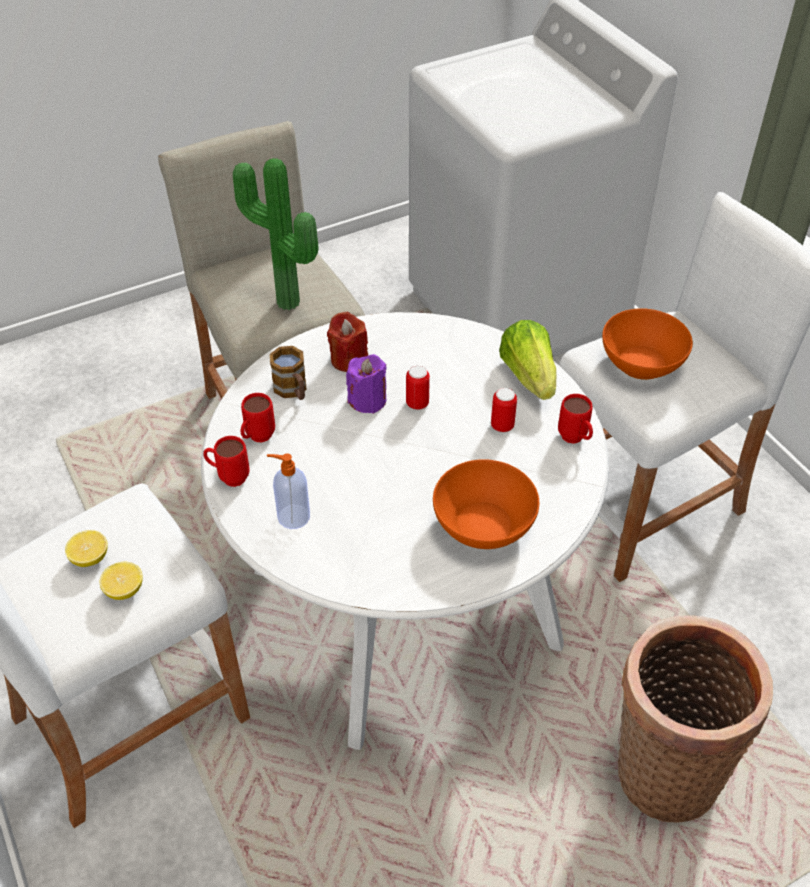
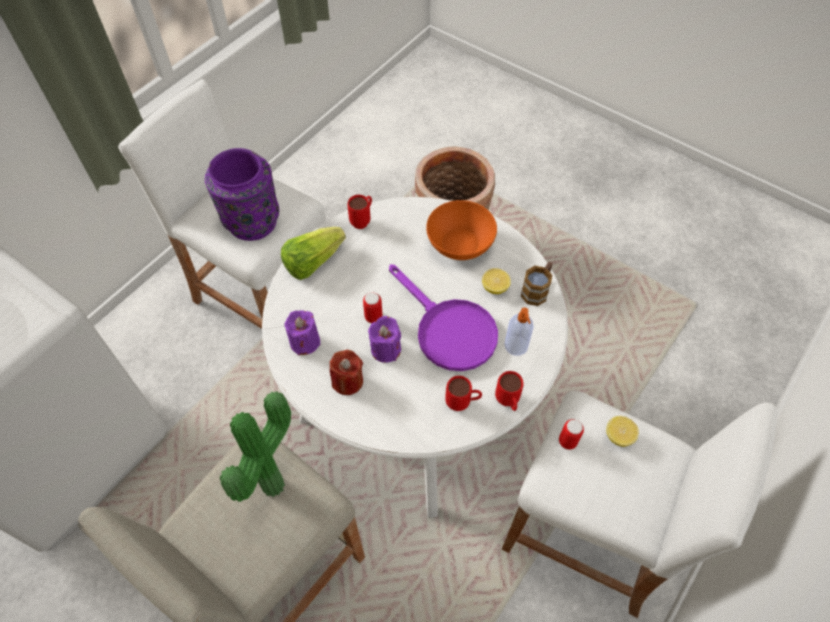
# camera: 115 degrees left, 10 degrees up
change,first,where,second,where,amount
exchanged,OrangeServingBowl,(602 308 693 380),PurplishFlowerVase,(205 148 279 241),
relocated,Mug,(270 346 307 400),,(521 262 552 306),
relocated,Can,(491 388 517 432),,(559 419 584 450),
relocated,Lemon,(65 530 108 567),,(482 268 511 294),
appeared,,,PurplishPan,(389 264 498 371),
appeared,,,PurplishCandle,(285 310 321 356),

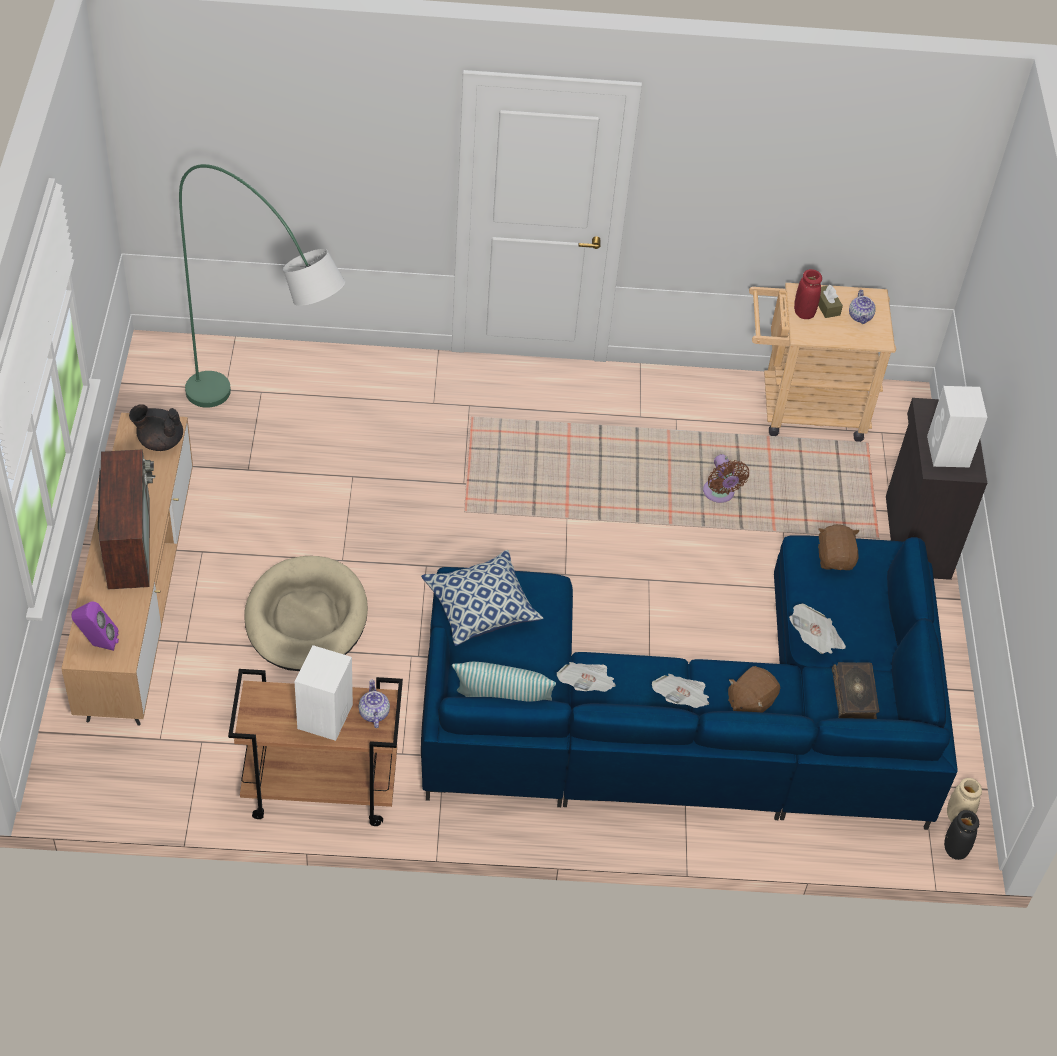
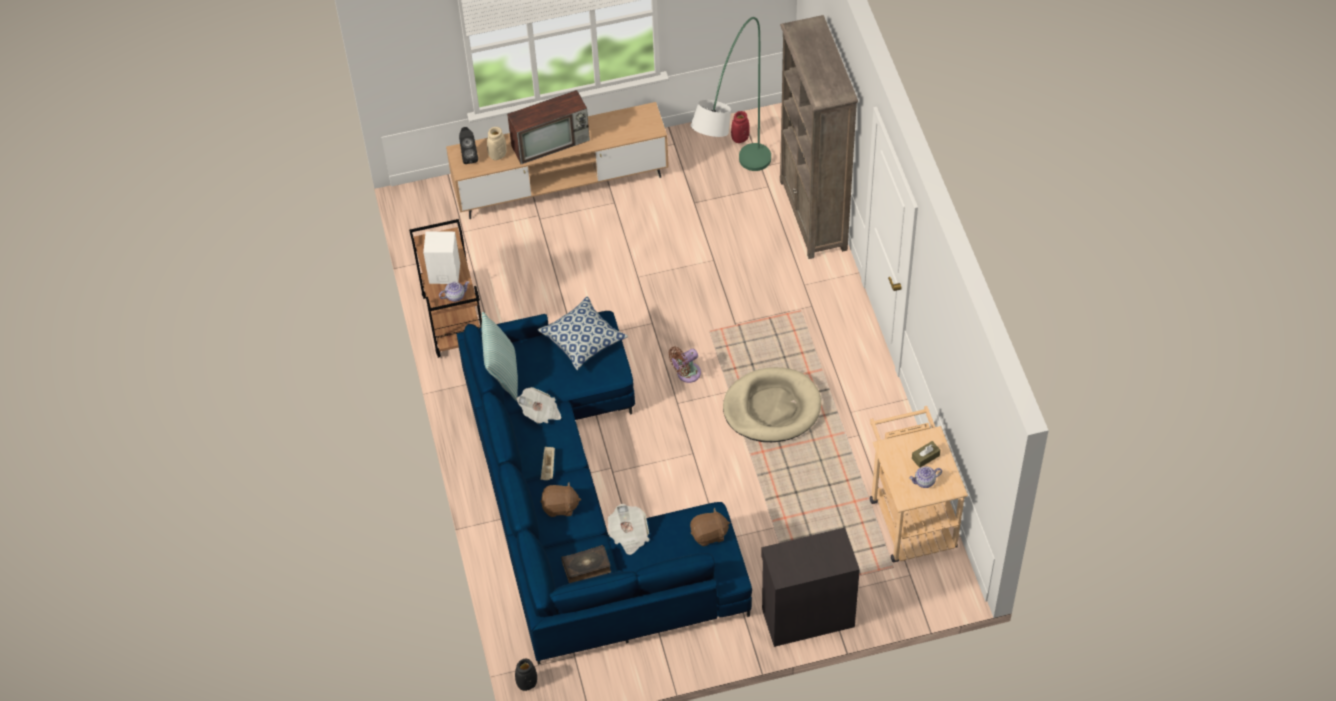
# camera: 80 degrees right, 5 degrees up
change,first,where,second,where,amount
relocated,RedFlowerVase,(794 269 822 319),,(731 111 750 143),
missing,WhitishSpeaker,(927 386 988 467),,,
missing,BlackishTeapot,(129 404 183 451),,,
relocated,BrownishCoolingFan,(703 454 749 503),,(668 347 701 383),
relocated,BeigeColouredDogCushion,(244 556 368 671),,(723 367 821 442),
colour,PurplishSpeaker,(71 601 119 651),BlackishSpeaker,(459 127 478 164),
spun,BrownishPlushToy,(728 666 780 713),,(540 482 581 517),150 degrees clockwise
exchanged,Newspaper,(652 674 709 708),BeigeColouredCarryingTray,(541 446 555 480),
relocated,BeigeColouredFlowerVase,(947 778 982 822),,(487 127 507 160),
appeared,,,BrownishBookshelf,(780 15 858 259),

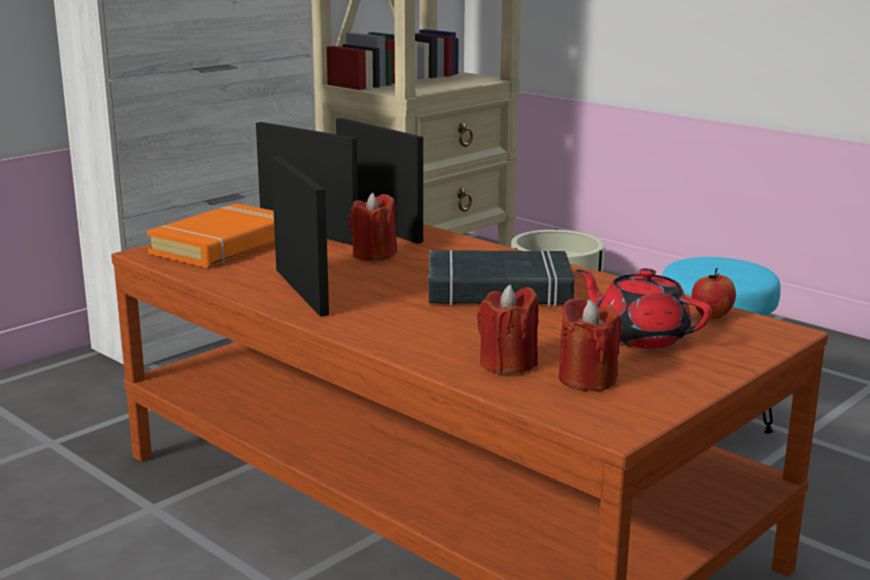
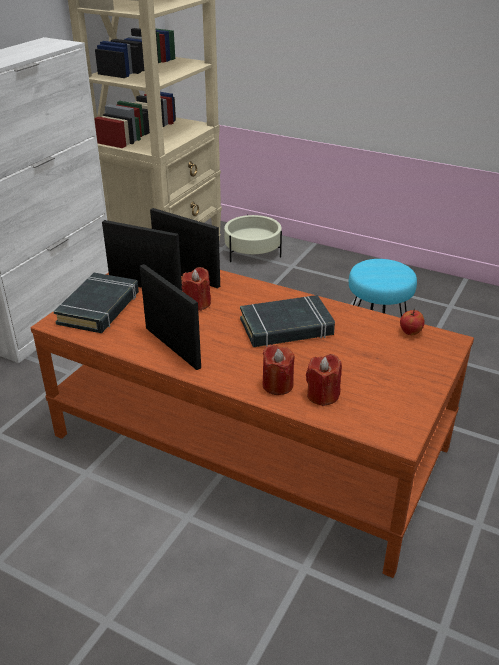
# camera: 15 degrees left, 15 degrees up
change,first,where,second,where,amount
colour,OrangeBook,(147 203 275 268),BlackishBook,(54 273 139 333),
missing,RedTeapot,(576 268 712 349),,,
relocated,RedCandle,(559 298 621 391),,(262 344 295 395),

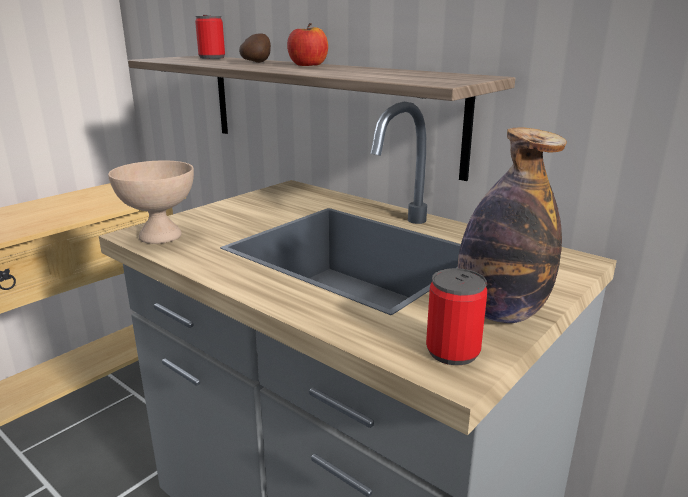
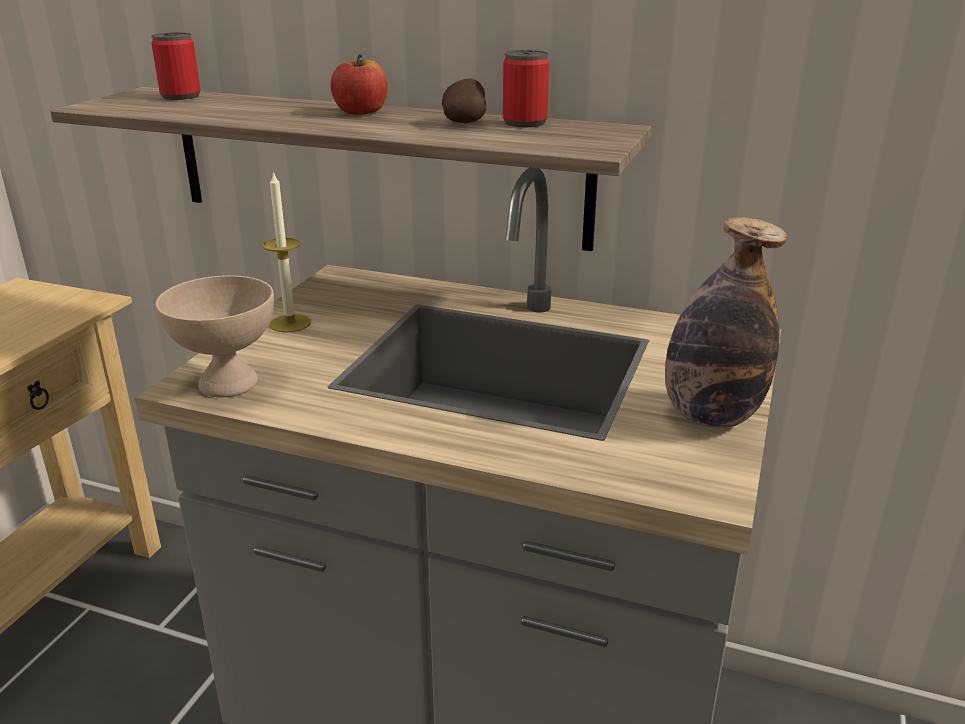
# camera: 20 degrees left, 5 degrees up
change,first,where,second,where,amount
relocated,Spud,(239 34 271 63),,(442 79 487 123),
relocated,Can,(426 268 487 365),,(503 50 549 127),
appeared,,,Candle,(263 171 311 333),

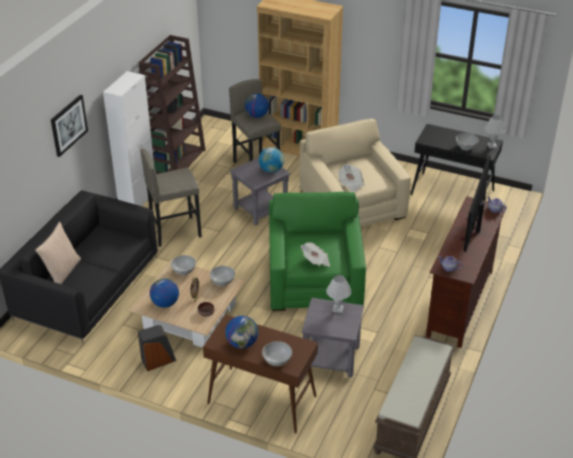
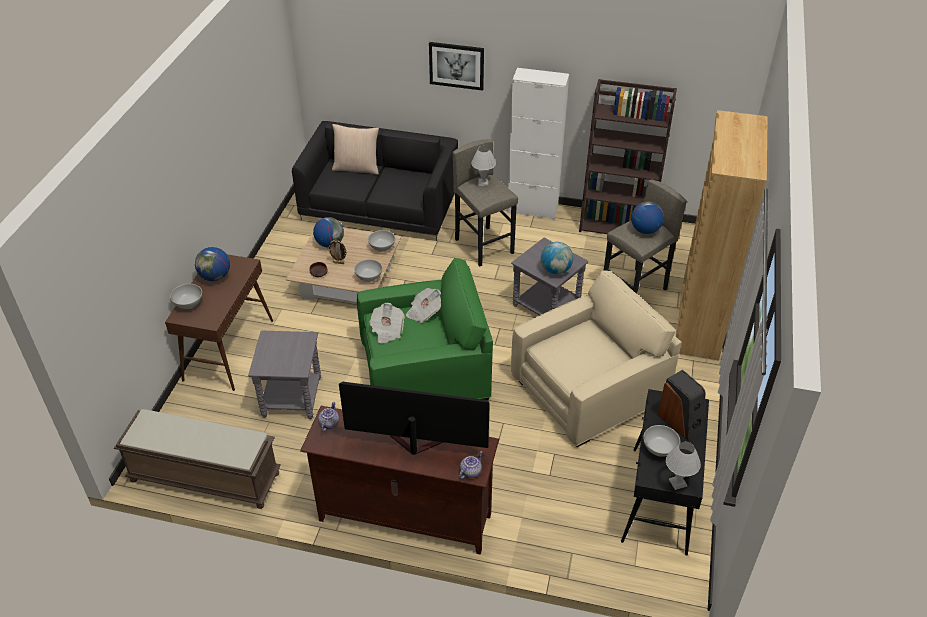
# camera: 80 degrees right, 5 degrees up
change,first,where,second,where,amount
relocated,Newspaper,(338 164 364 192),,(406 288 441 323),
relocated,WhitishLampForATable,(326 275 351 313),,(471 146 496 186),
relocated,Speaker,(138 325 176 371),,(658 370 705 440),

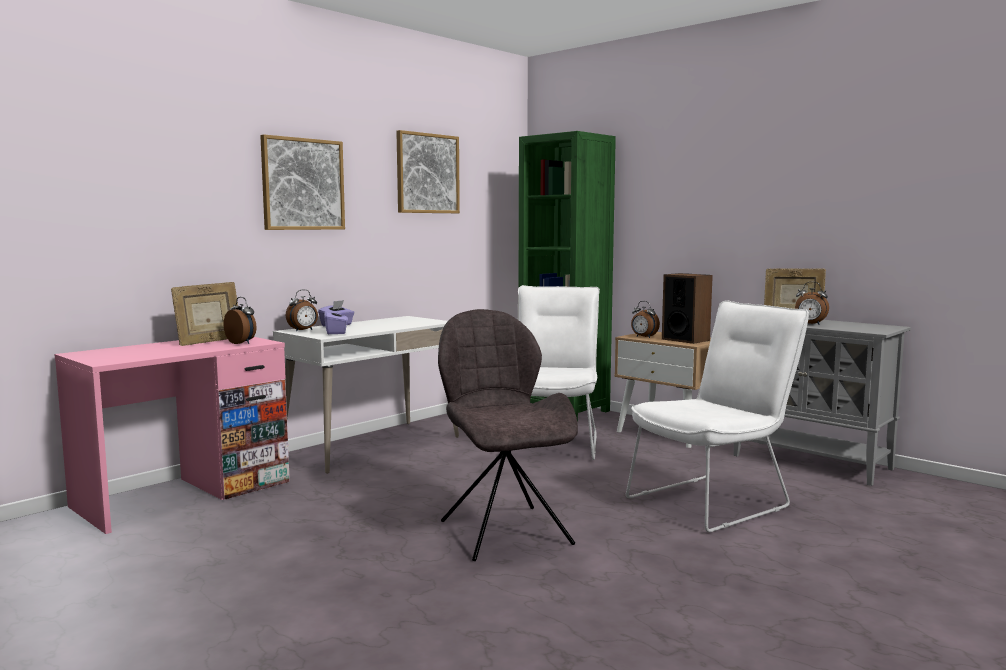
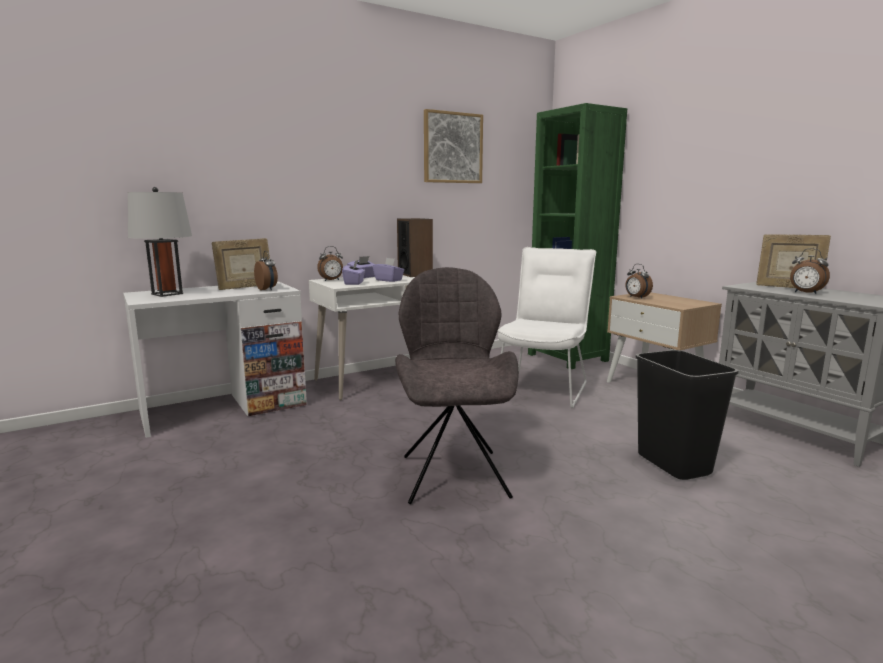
# camera: 15 degrees right, 5 degrees up
change,first,where,second,where,amount
missing,WallArt,(260 135 345 230),,,
relocated,Speaker,(662 273 713 344),,(397 218 433 277),
exchanged,WhitishUprightChair,(626 300 809 532),BlackishRubbishBin,(636 350 738 480),
colour,PinkishDeskTable,(54 337 290 534),WhitishDeskTable,(123 281 307 438),
appeared,,,GrayLampForATable,(128 187 192 297),
appeared,,,PurplishTissueHolder,(373 258 404 282),

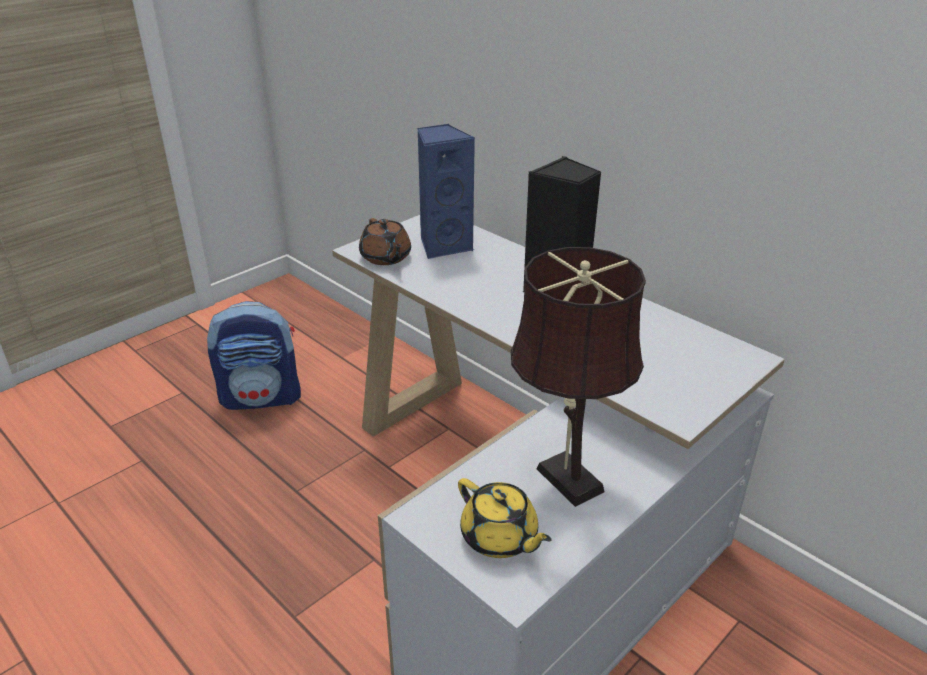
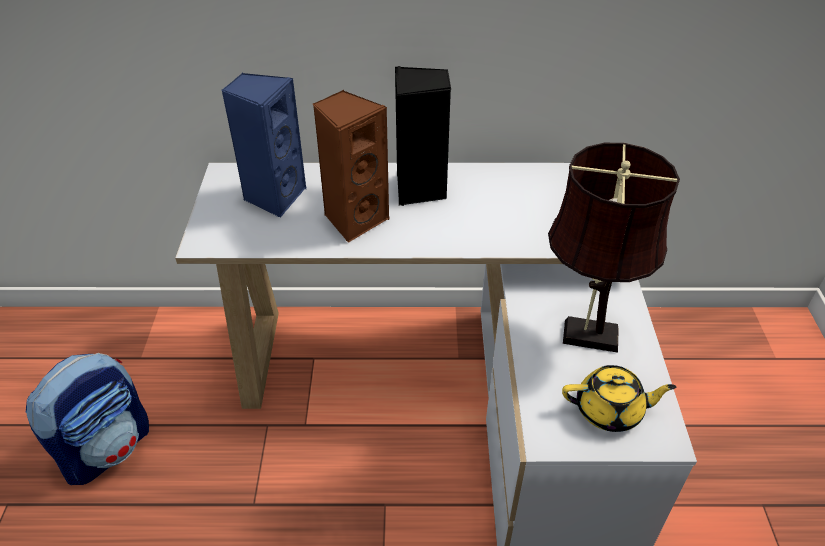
# camera: 45 degrees left, 10 degrees up
change,first,where,second,where,amount
missing,BrownishTeapot,(359 218 411 265),,,
appeared,,,BrownishSpeaker,(313 90 390 243),

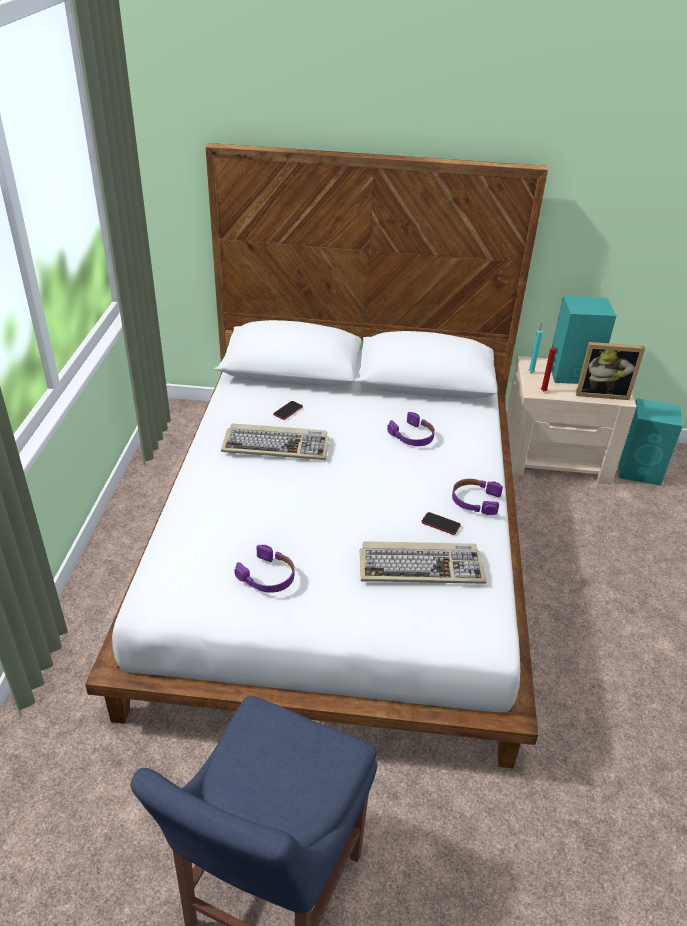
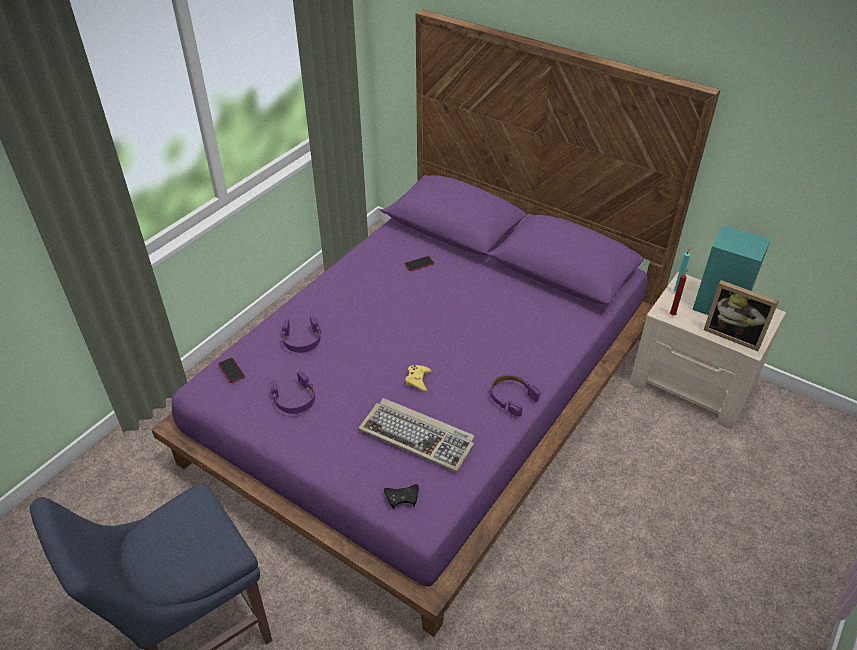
# camera: 30 degrees right, 5 degrees up
change,first,where,second,where,amount
colour,WhitishBed,(85 143 548 768),PurplishBed,(151 10 720 637),
missing,BlueGreenSpeaker,(618 398 683 486),,,
relocated,PurplishHeadphones,(387 412 435 446),,(282 315 321 353),
missing,PcKeyboard,(221 423 329 460),,,
relocated,Telephone,(421 512 461 535),,(218 358 245 383),
appeared,,,YellowishGamepad,(405 365 431 391),
appeared,,,BlackishGamepad,(384 484 419 509),

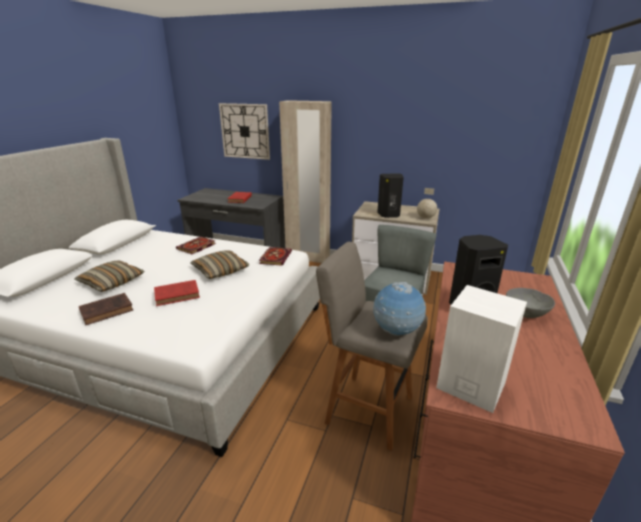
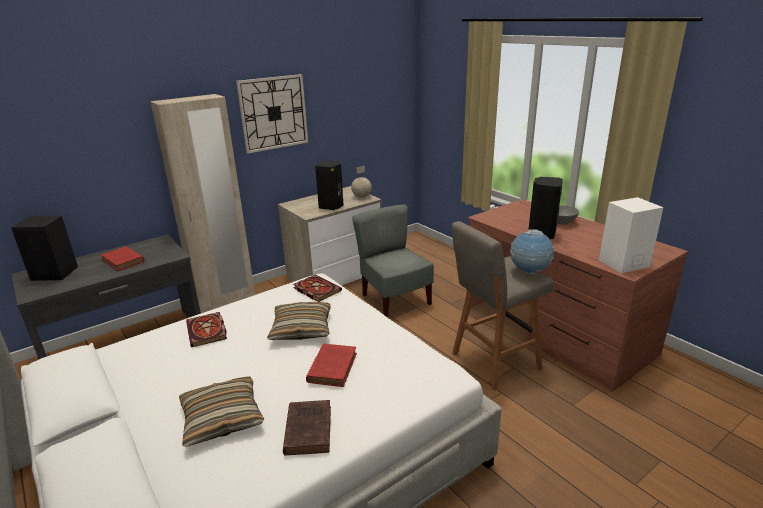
# camera: 55 degrees left, 0 degrees up
change,first,where,second,where,amount
relocated,HangingClock,(219 103 270 160),,(236 74 308 154),
appeared,,,BlackishSpeaker,(11 216 78 281),

